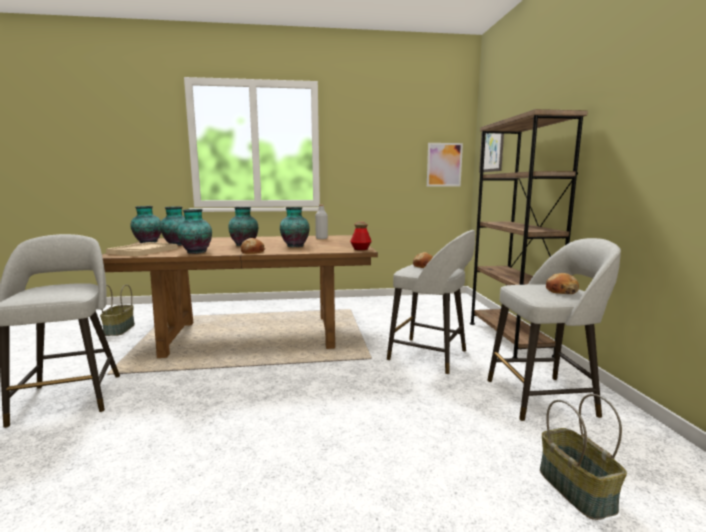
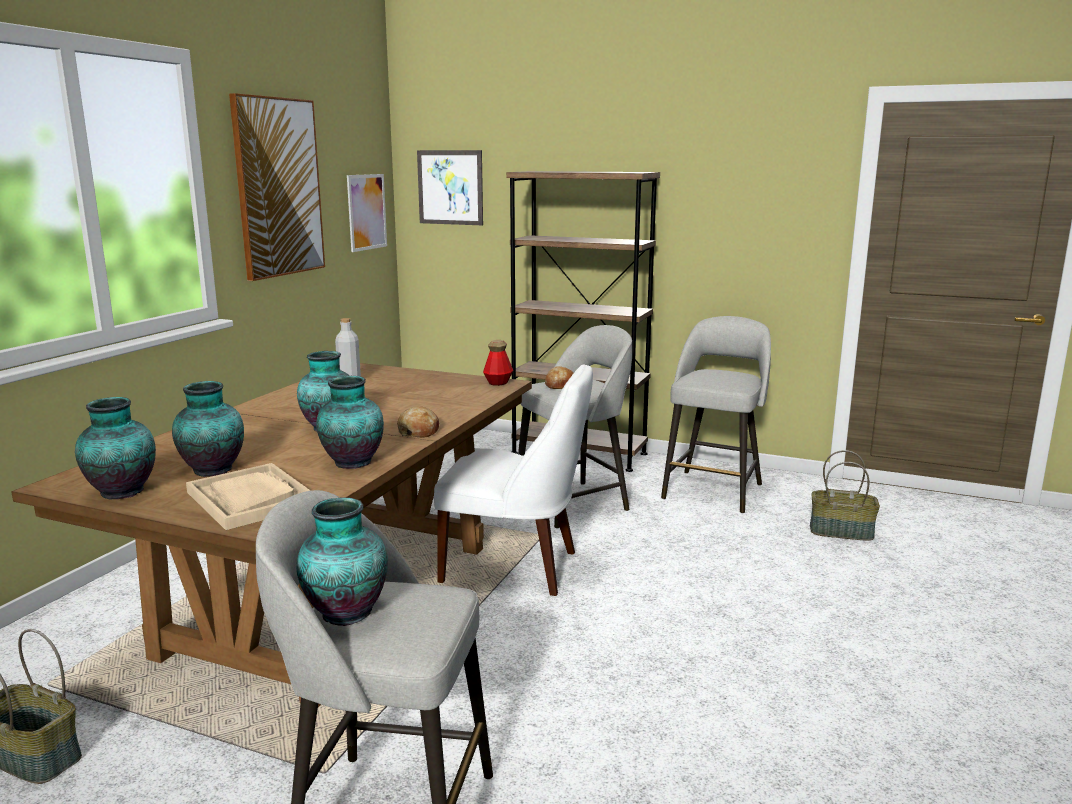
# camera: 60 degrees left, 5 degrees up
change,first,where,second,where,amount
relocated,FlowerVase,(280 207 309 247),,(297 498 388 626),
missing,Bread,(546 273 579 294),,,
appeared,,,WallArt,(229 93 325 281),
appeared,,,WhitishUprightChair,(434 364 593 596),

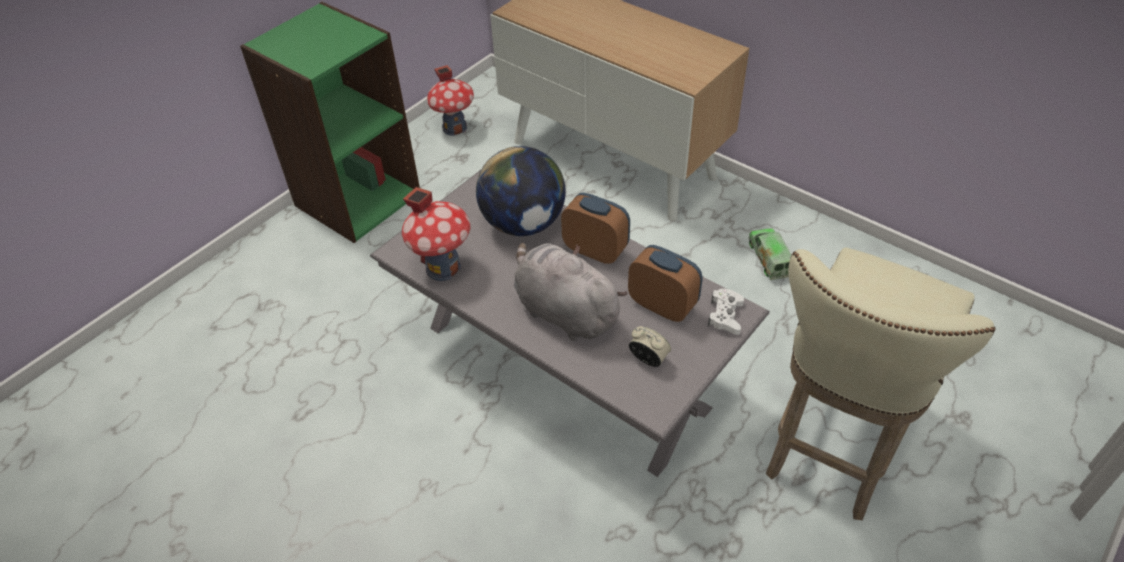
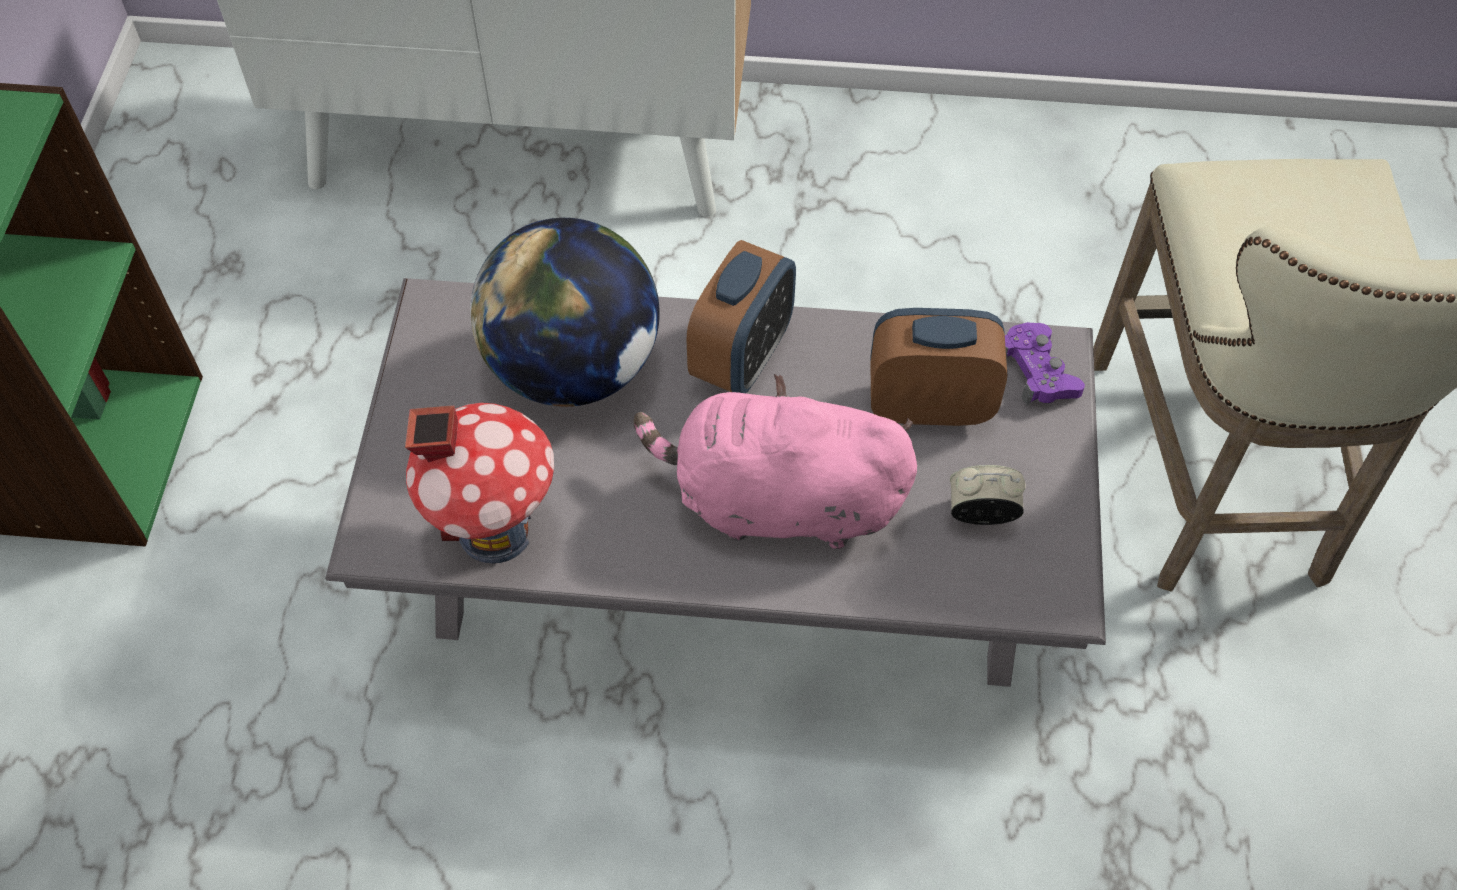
# camera: 35 degrees left, 10 degrees up
change,first,where,second,where,amount
missing,ToyHouse,(427 65 474 136),,,
spun,BedsideClock,(561 192 630 264),,(687 240 796 393),120 degrees clockwise
missing,ModelTruck,(748 228 791 280),,,
colour,GrayPlushToy,(514 243 628 341),PinkishPlushToy,(633 374 917 549),
colour,WhitishGamepad,(708 288 744 335),PurplishGamepad,(1005 322 1085 406),

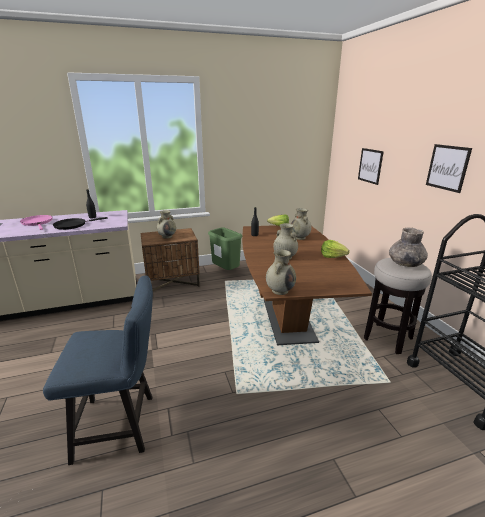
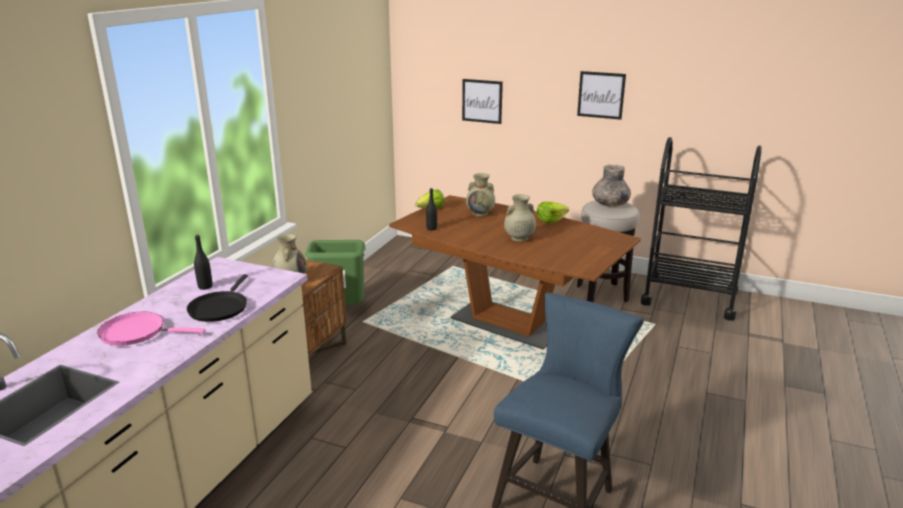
# camera: 50 degrees left, 0 degrees up
change,first,where,second,where,amount
missing,BeigeColouredFlowerVase,(266 250 296 295),,,

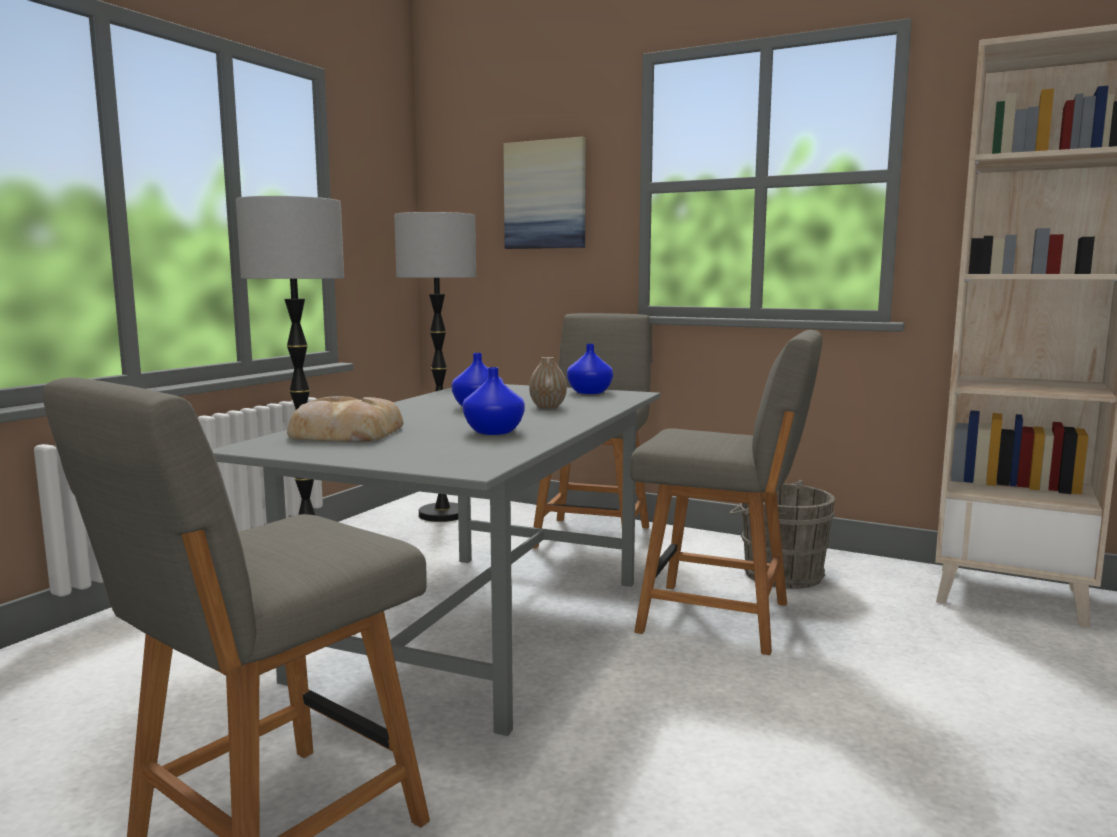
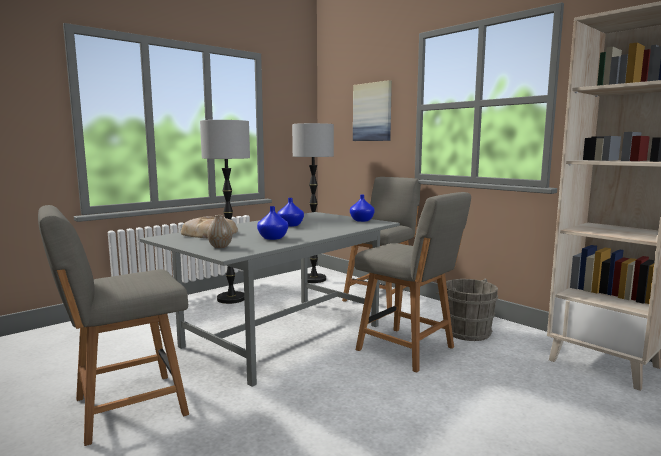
# camera: 20 degrees right, 0 degrees up
change,first,where,second,where,amount
relocated,FlowerVase,(529 357 567 409),,(207 215 232 248),

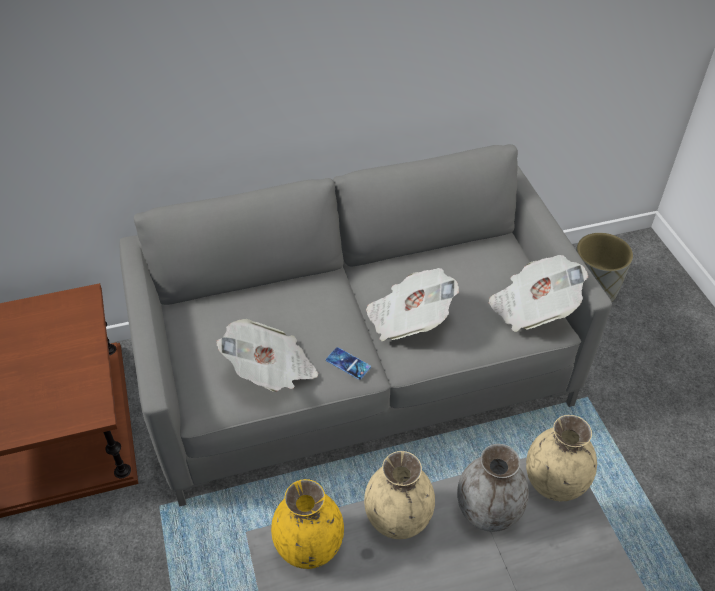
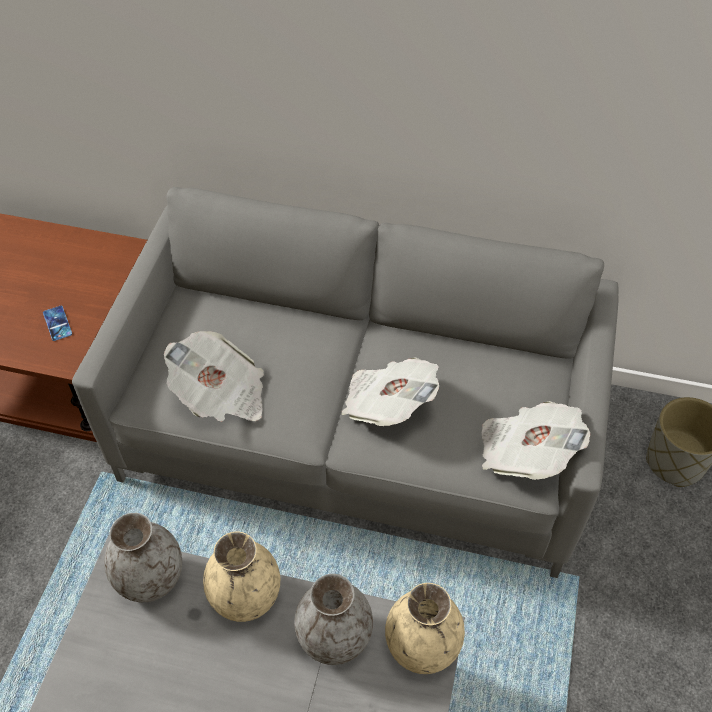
# camera: 30 degrees right, 5 degrees up
change,first,where,second,where,amount
relocated,Telephone,(326 347 371 380),,(43 306 72 341),
colour,YellowishFlowerVase,(271 479 344 569),GrayFlowerVase,(104 513 182 602),

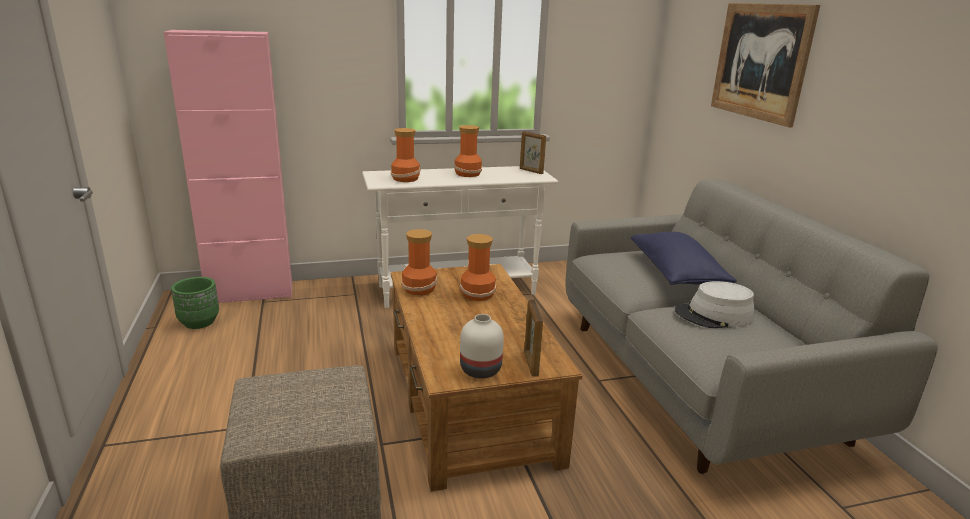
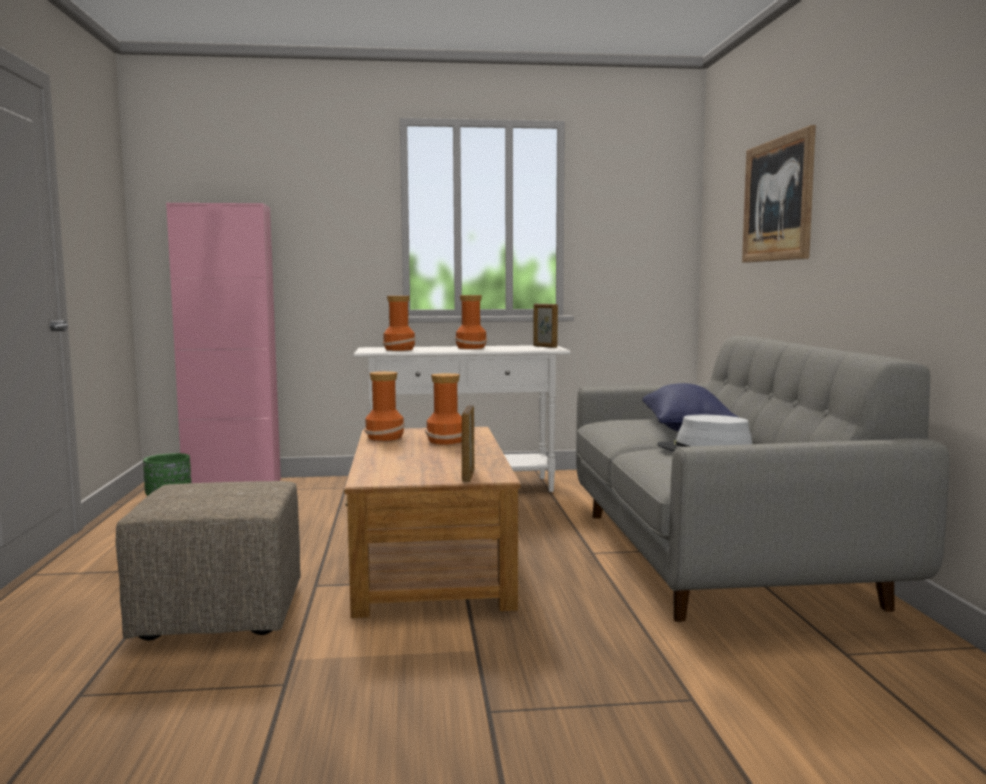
# camera: 10 degrees right, 15 degrees down
change,first,where,second,where,amount
missing,WhitishFlowerVase,(460 314 504 379),,,

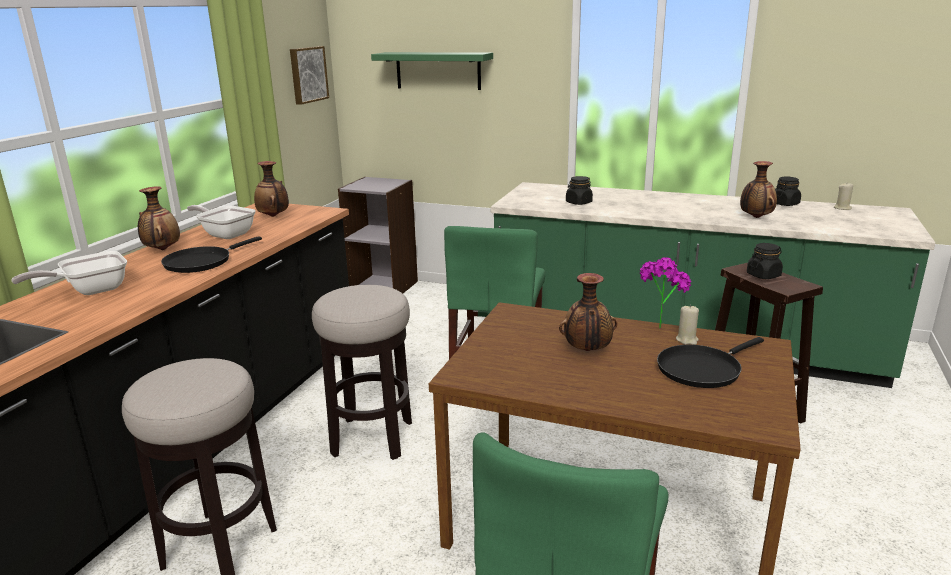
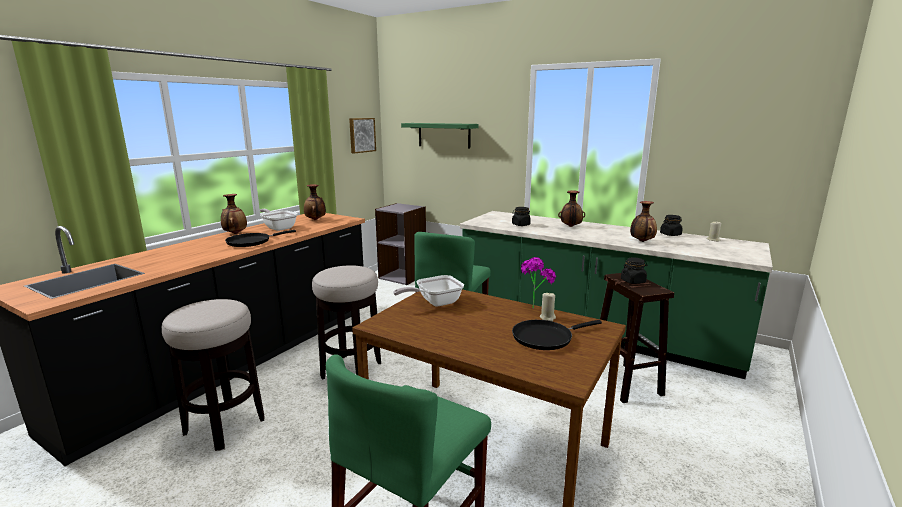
# camera: 10 degrees right, 5 degrees down
change,first,where,second,where,amount
relocated,Pan,(11 251 127 295),,(393 275 464 307),
relocated,FlowerVase,(559 273 617 351),,(558 190 585 227),

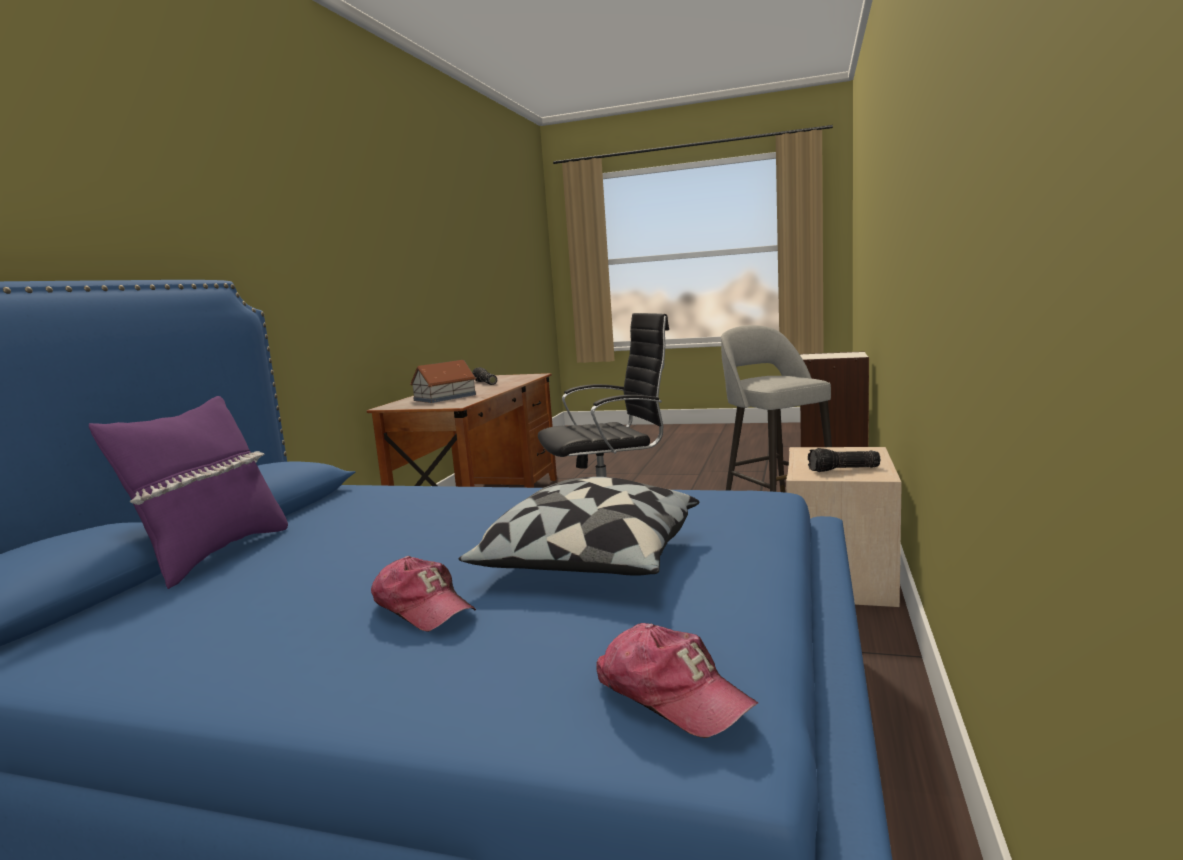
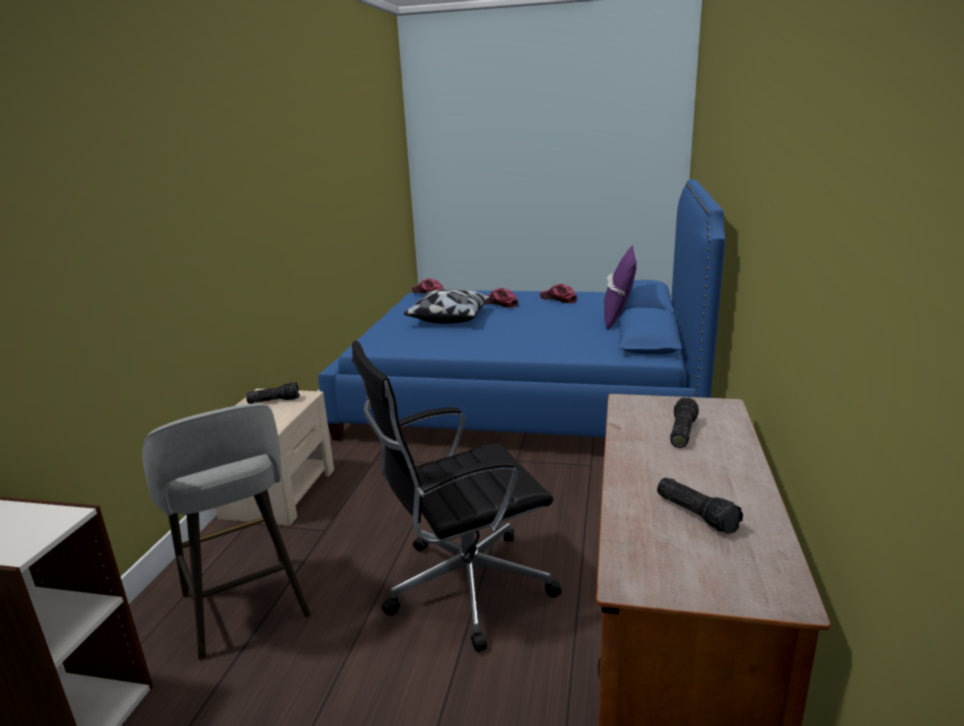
# camera: 175 degrees right, 10 degrees up
change,first,where,second,where,amount
exchanged,ToyHouse,(410 360 476 403),Flashlight,(670 398 699 448),
appeared,,,Cap,(540 284 577 303),

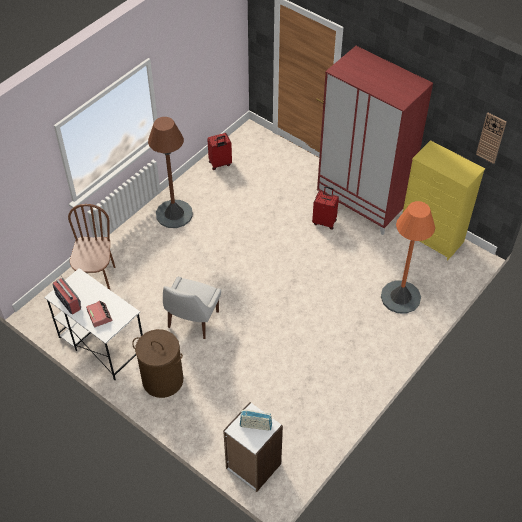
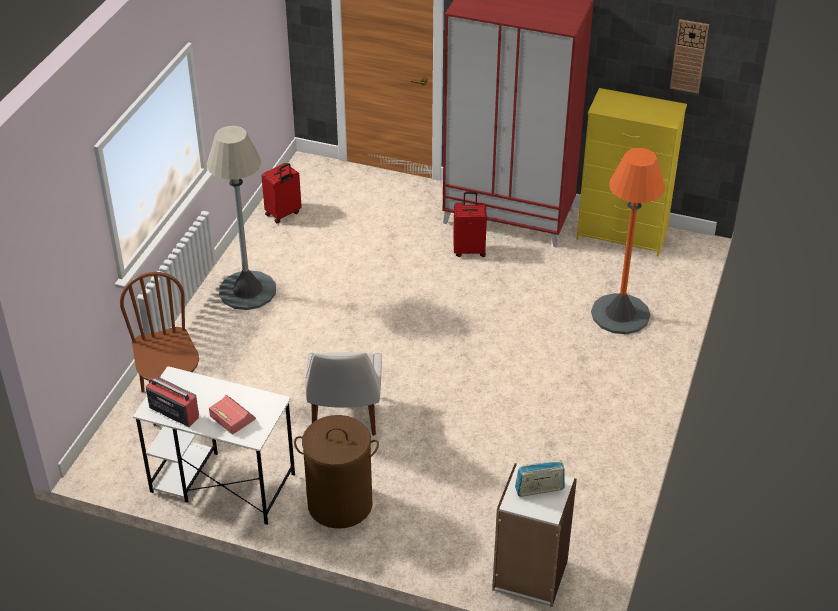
# camera: 20 degrees left, 10 degrees down
change,first,where,second,where,amount
colour,BrownishStandingLamp,(148 117 193 228),GrayStandingLamp,(207 126 276 310),

